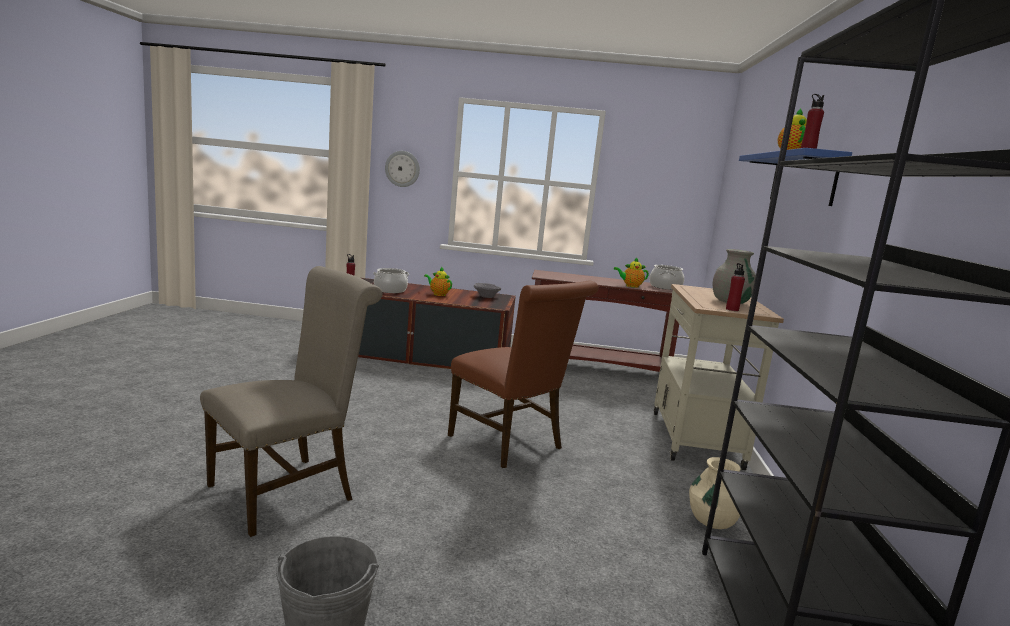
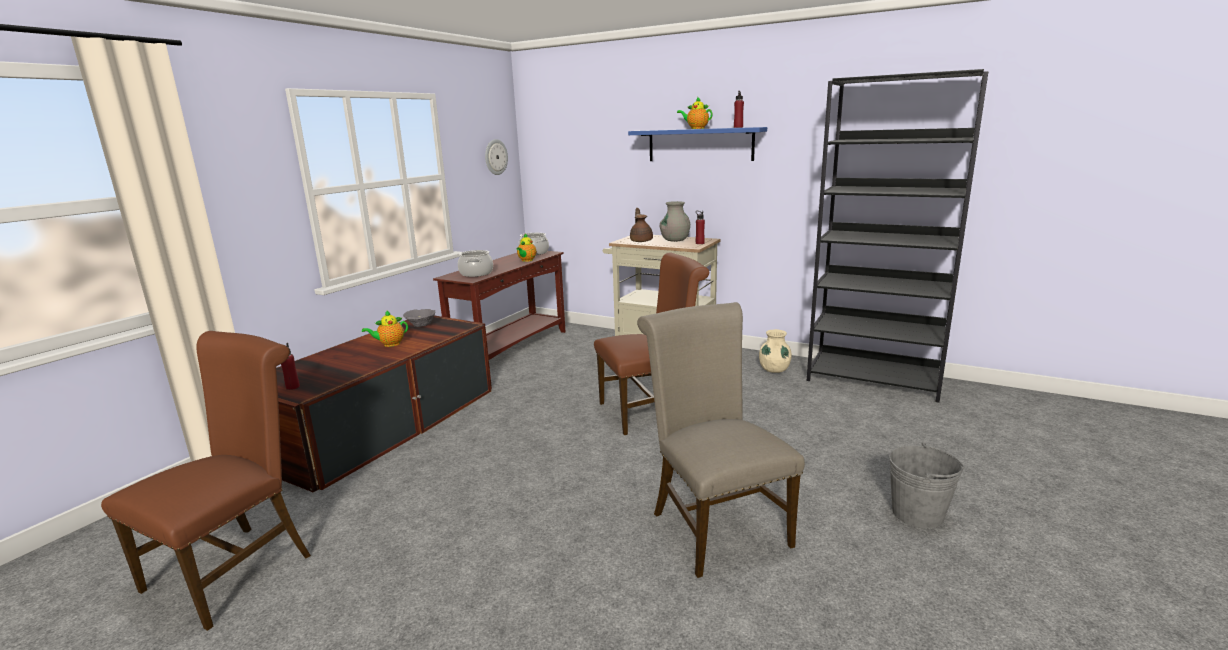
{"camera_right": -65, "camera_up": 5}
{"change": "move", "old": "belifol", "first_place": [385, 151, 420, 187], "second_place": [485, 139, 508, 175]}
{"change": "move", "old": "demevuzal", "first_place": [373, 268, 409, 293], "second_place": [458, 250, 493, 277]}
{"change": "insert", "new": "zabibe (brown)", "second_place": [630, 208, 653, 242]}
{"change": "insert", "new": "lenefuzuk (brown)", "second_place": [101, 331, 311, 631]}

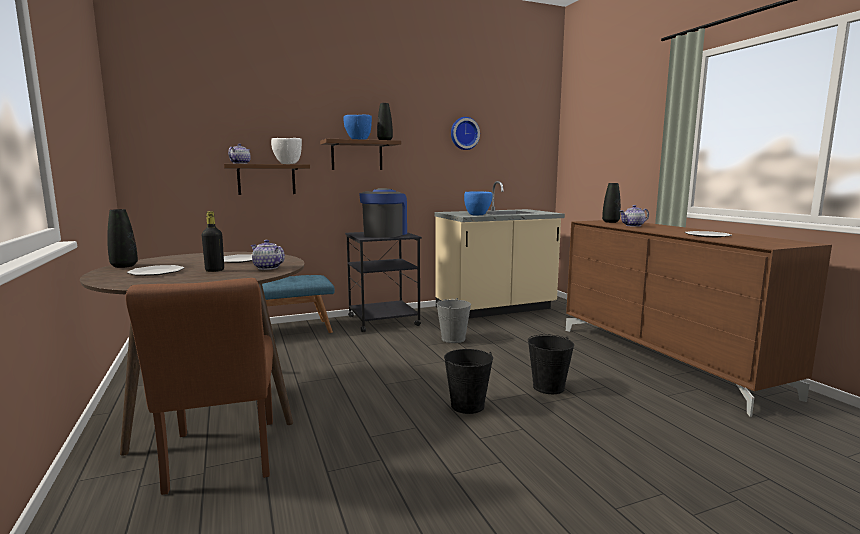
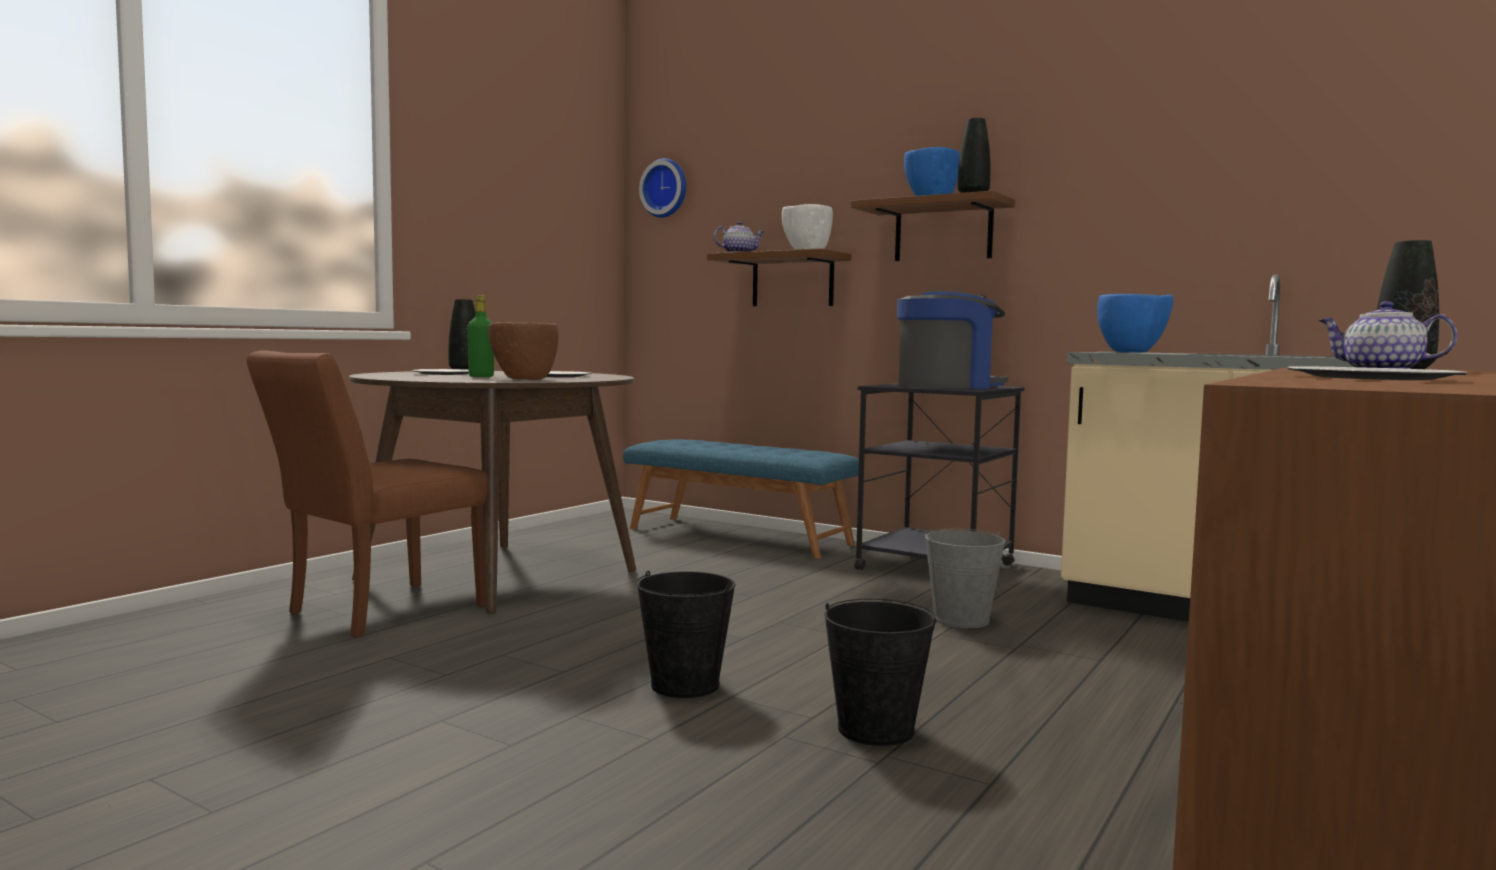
{"camera_right": 55, "camera_up": -5}
{"change": "move", "old": "belifol", "first_place": [451, 117, 480, 150], "second_place": [639, 158, 686, 218]}
{"change": "recolor", "old": "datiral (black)", "new": "datiral (green)", "first_place": [202, 211, 224, 272], "second_place": [467, 295, 494, 377]}
{"change": "replace", "old": "zabibe", "new": "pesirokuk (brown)", "first_place": [251, 239, 285, 270], "second_place": [488, 322, 558, 380]}

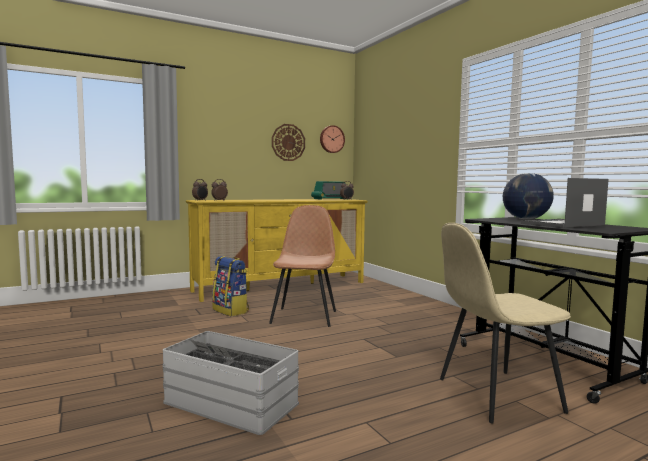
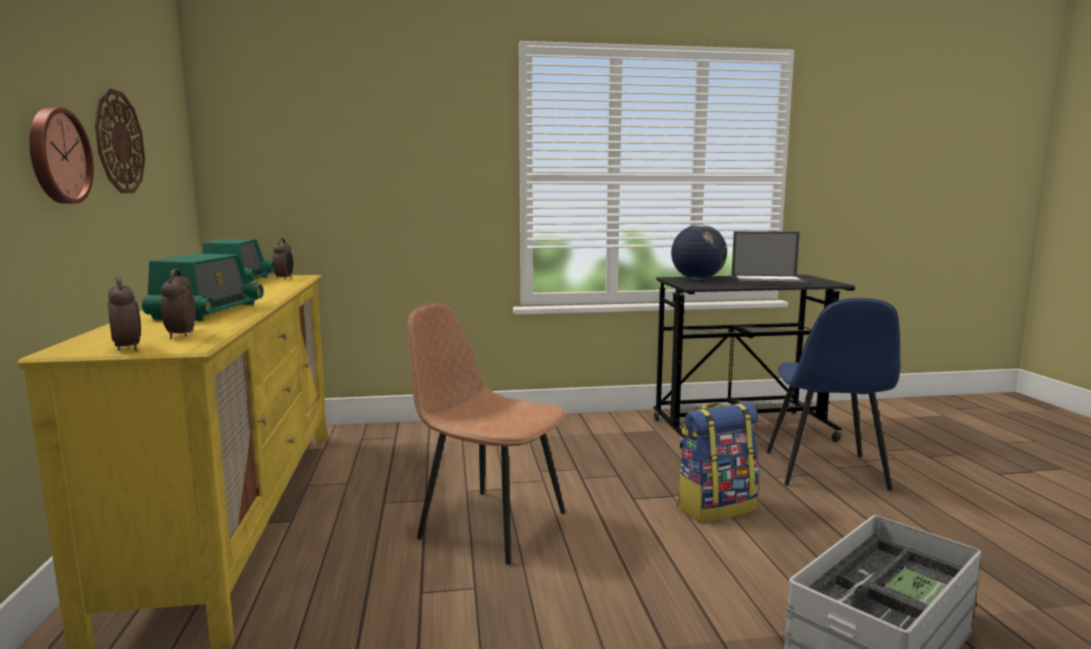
{"camera_right": -70, "camera_up": 5}
{"change": "move", "old": "belifol", "first_place": [320, 125, 345, 153], "second_place": [29, 108, 94, 204]}
{"change": "rotate", "old": "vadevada", "first_place": [521, 178, 609, 228], "second_place": [731, 231, 808, 286], "degrees": -75}
{"change": "recolor", "old": "lenefuzuk (beige)", "new": "lenefuzuk (blue)", "first_place": [440, 223, 571, 423], "second_place": [767, 298, 900, 491]}
{"change": "move", "old": "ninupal", "first_place": [212, 256, 249, 317], "second_place": [677, 403, 759, 523]}
{"change": "insert", "new": "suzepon", "second_place": [142, 254, 264, 321]}

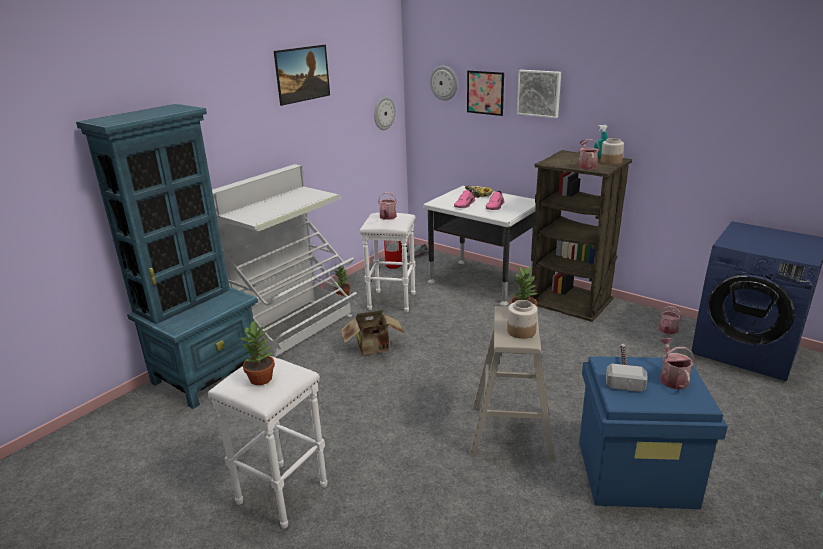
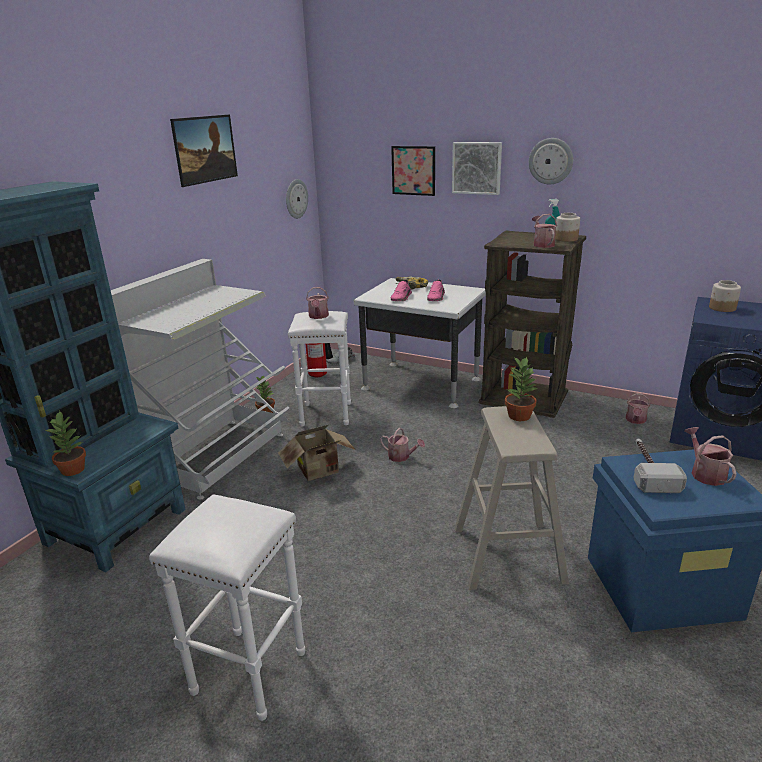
{"camera_right": -10, "camera_up": 0}
{"change": "move", "old": "belifol", "first_place": [430, 65, 458, 101], "second_place": [529, 138, 573, 184]}
{"change": "move", "old": "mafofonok", "first_place": [507, 300, 538, 339], "second_place": [709, 280, 741, 312]}
{"change": "move", "old": "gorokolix", "first_place": [240, 320, 275, 385], "second_place": [46, 411, 86, 476]}
{"change": "insert", "new": "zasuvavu", "second_place": [380, 428, 425, 462]}

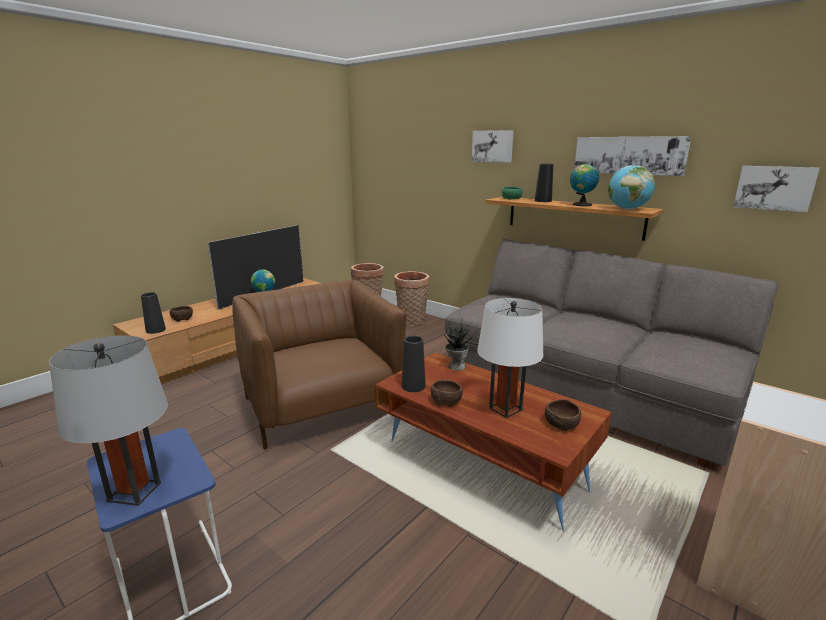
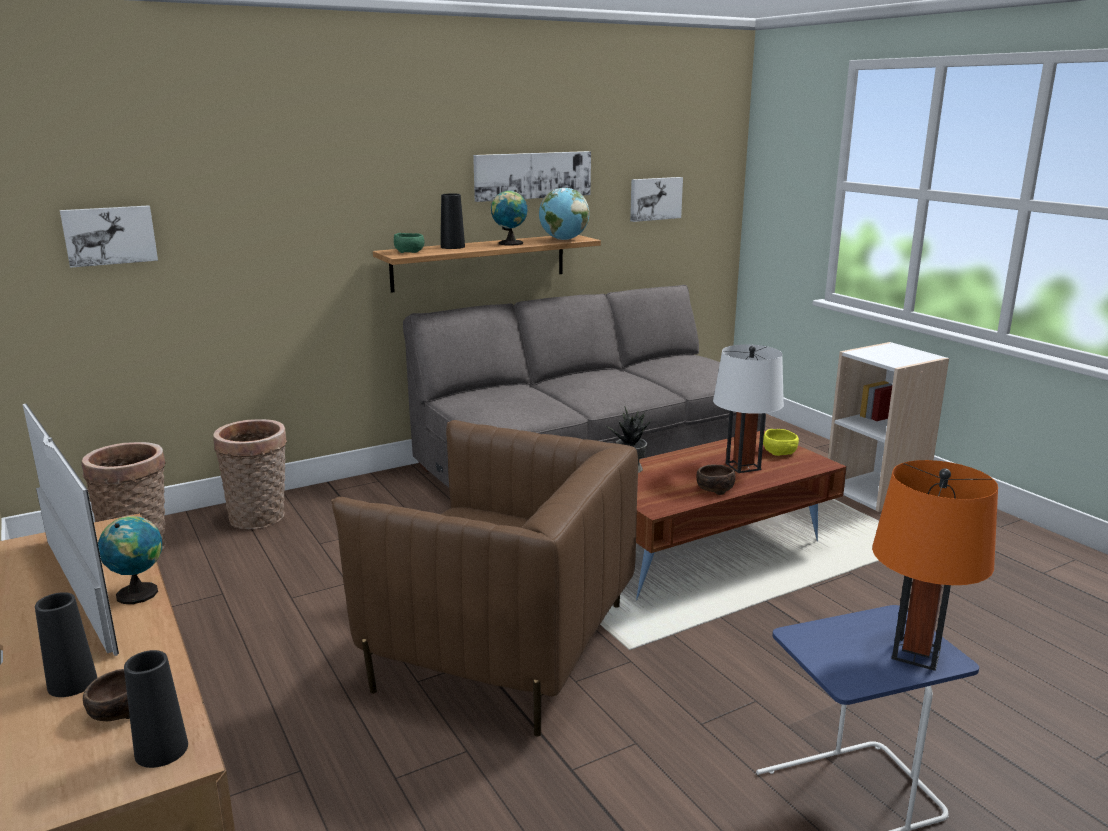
{"camera_right": -70, "camera_up": 0}
{"change": "move", "old": "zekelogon", "first_place": [472, 130, 514, 163], "second_place": [60, 205, 158, 268]}
{"change": "rotate", "old": "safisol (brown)", "first_place": [232, 280, 406, 450], "second_place": [331, 420, 638, 736], "degrees": -150}
{"change": "recolor", "old": "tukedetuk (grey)", "new": "tukedetuk (orange)", "first_place": [49, 335, 168, 506], "second_place": [872, 460, 998, 671]}
{"change": "move", "old": "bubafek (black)", "first_place": [401, 336, 426, 392], "second_place": [35, 592, 97, 697]}
{"change": "recolor", "old": "pesirokuk (brown)", "new": "pesirokuk (yellow)", "first_place": [545, 399, 581, 431], "second_place": [763, 429, 799, 456]}

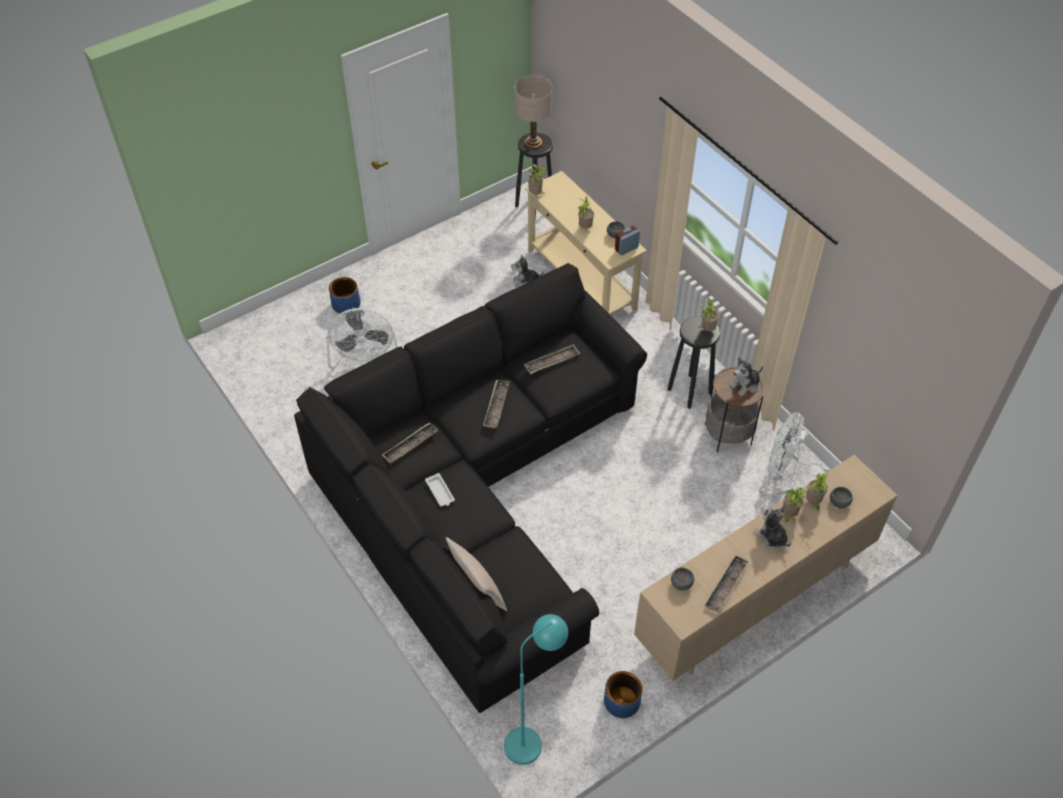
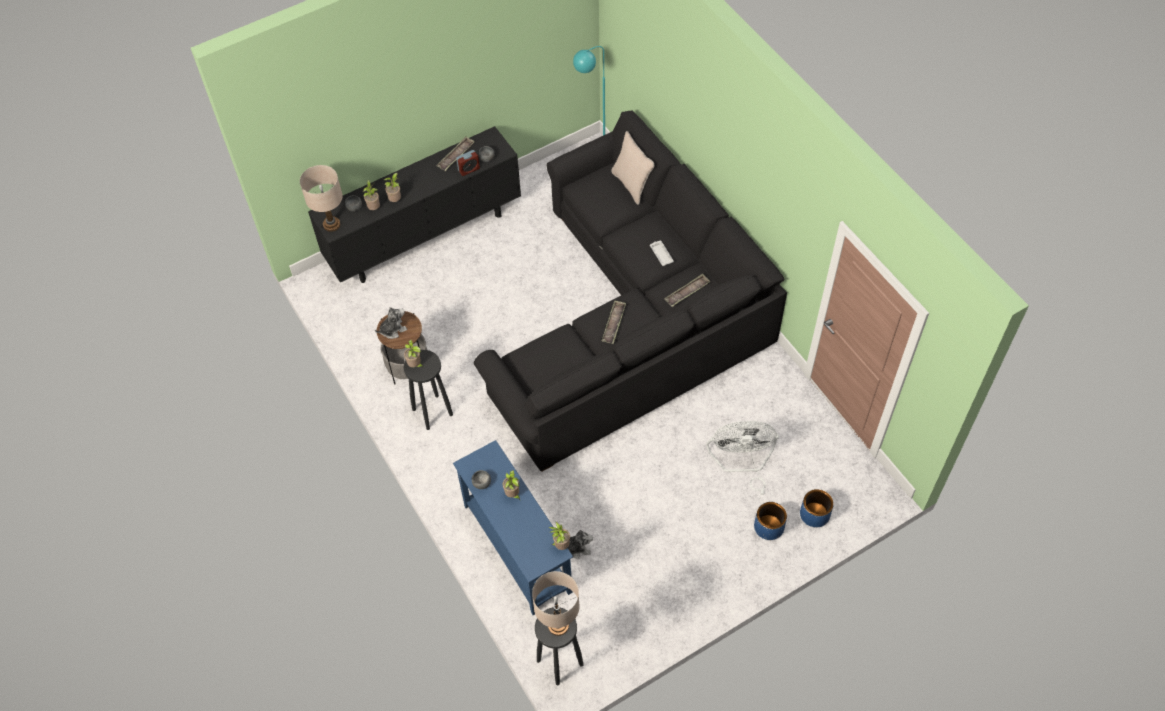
{"camera_right": -175, "camera_up": 5}
{"change": "recolor", "old": "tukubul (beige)", "new": "tukubul (blue)", "first_place": [525, 171, 647, 315], "second_place": [453, 440, 573, 615]}
{"change": "move", "old": "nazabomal", "first_place": [615, 226, 640, 255], "second_place": [456, 150, 480, 176]}
{"change": "delete", "old": "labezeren", "first_place": [524, 344, 580, 374]}
{"change": "delete", "old": "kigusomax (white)", "first_place": [759, 412, 829, 497]}
{"change": "recolor", "old": "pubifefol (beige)", "new": "pubifefol (black)", "first_place": [634, 455, 898, 681], "second_place": [308, 126, 521, 283]}
{"change": "delete", "old": "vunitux", "first_place": [753, 506, 791, 550]}
{"change": "move", "old": "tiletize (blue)", "first_place": [604, 671, 642, 718], "second_place": [800, 489, 834, 527]}
{"change": "insert", "new": "tukedetuk (beige)", "second_place": [300, 165, 343, 232]}

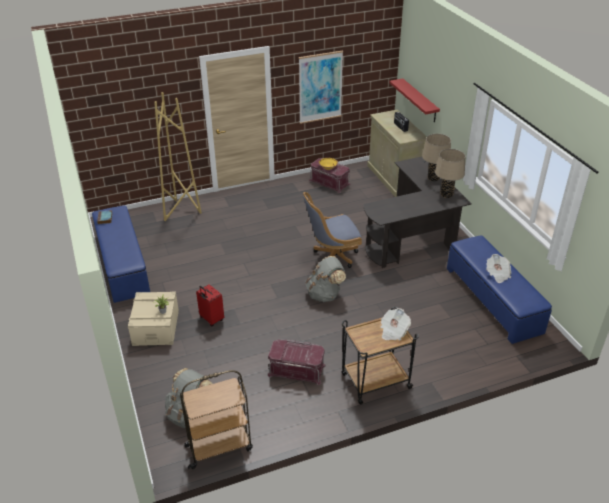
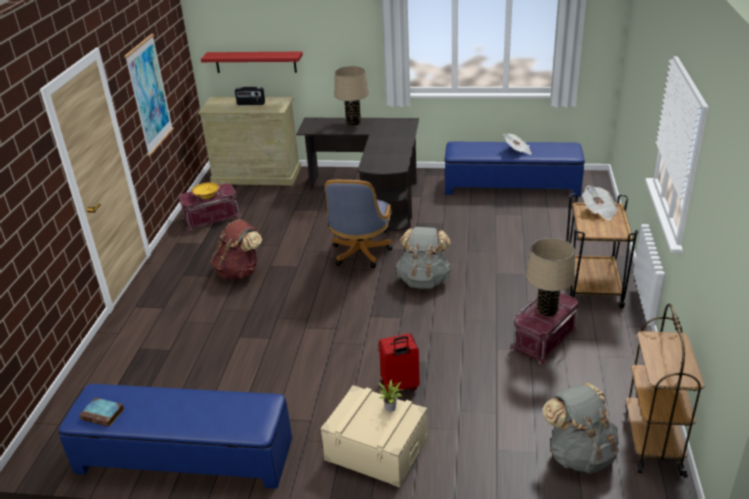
{"camera_right": -60, "camera_up": -5}
{"change": "delete", "old": "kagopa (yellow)", "first_place": [154, 92, 202, 221]}
{"change": "move", "old": "tukedetuk (beige)", "first_place": [435, 149, 465, 198], "second_place": [526, 238, 575, 317]}
{"change": "insert", "new": "ninupal (brown)", "second_place": [210, 219, 262, 279]}

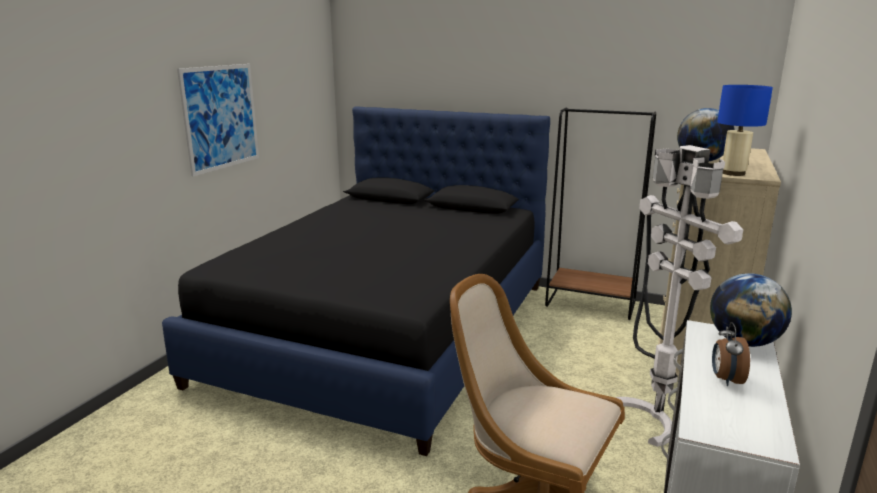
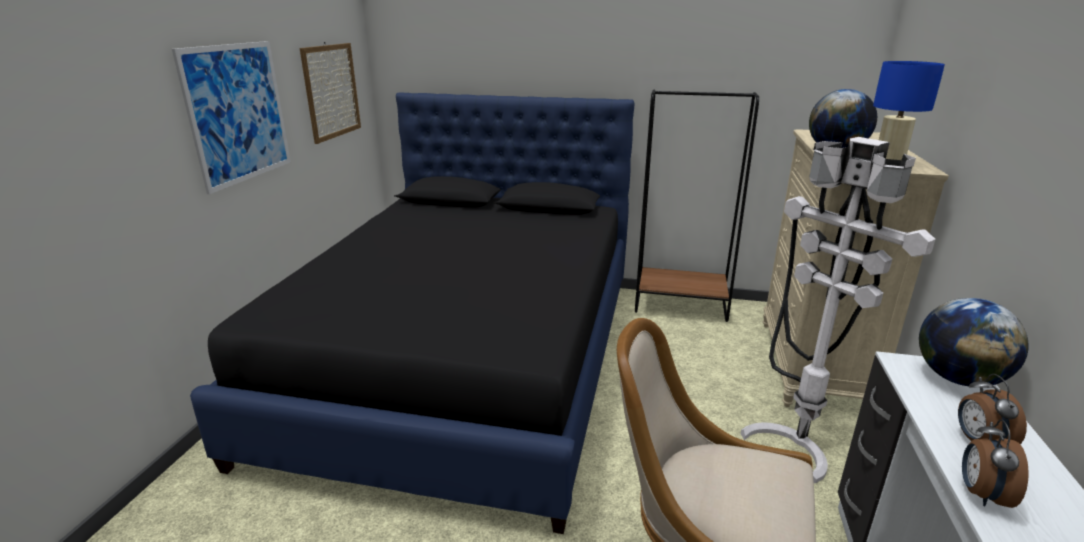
{"camera_right": -10, "camera_up": 5}
{"change": "insert", "new": "zekelogon", "second_place": [300, 42, 361, 144]}
{"change": "insert", "new": "nazabomal", "second_place": [962, 419, 1029, 508]}

